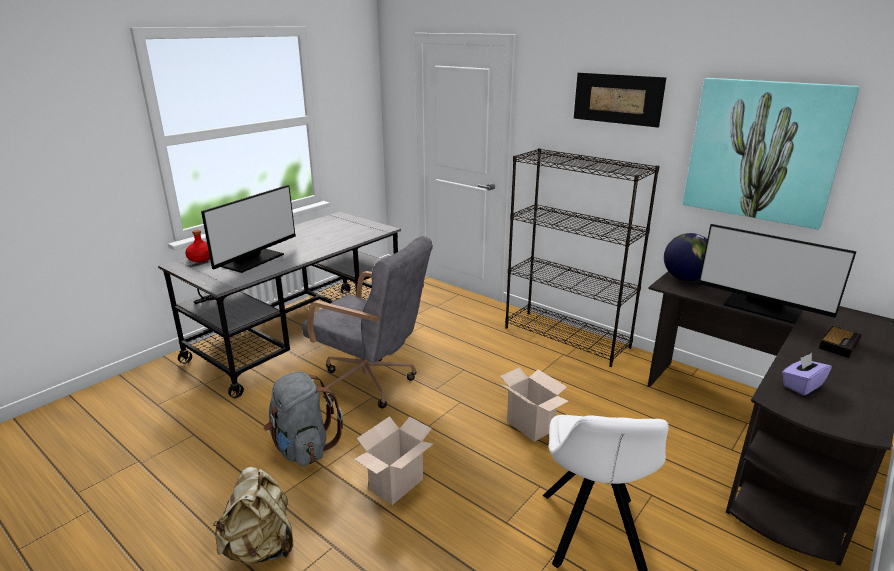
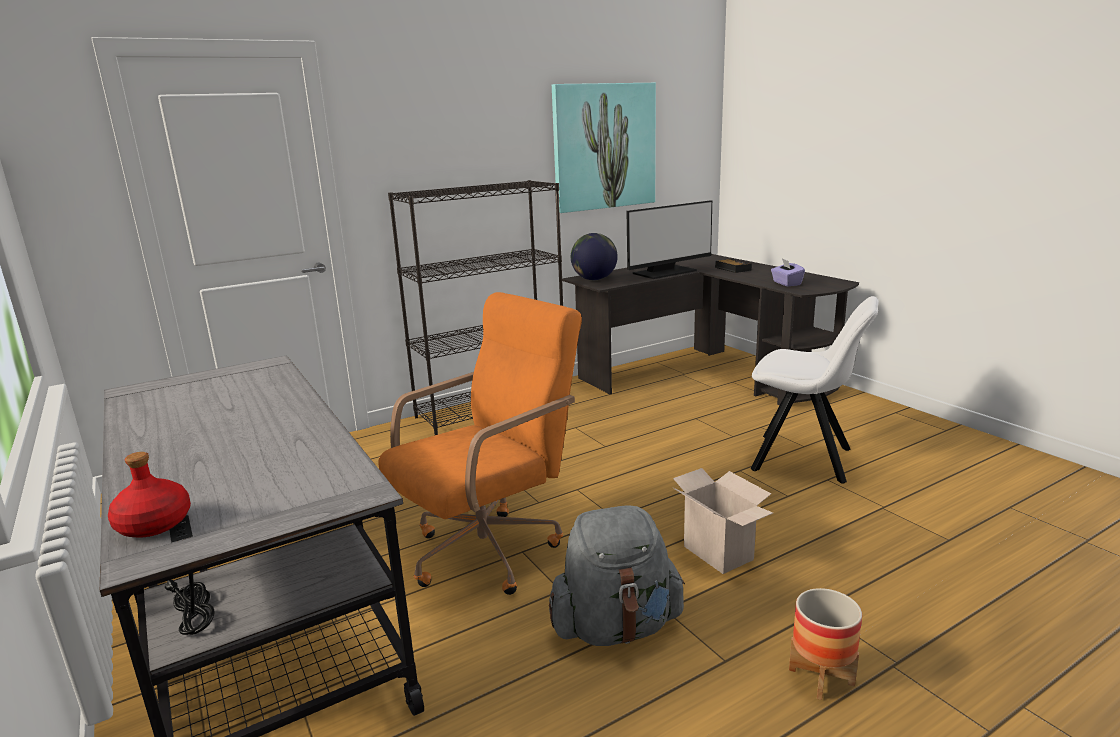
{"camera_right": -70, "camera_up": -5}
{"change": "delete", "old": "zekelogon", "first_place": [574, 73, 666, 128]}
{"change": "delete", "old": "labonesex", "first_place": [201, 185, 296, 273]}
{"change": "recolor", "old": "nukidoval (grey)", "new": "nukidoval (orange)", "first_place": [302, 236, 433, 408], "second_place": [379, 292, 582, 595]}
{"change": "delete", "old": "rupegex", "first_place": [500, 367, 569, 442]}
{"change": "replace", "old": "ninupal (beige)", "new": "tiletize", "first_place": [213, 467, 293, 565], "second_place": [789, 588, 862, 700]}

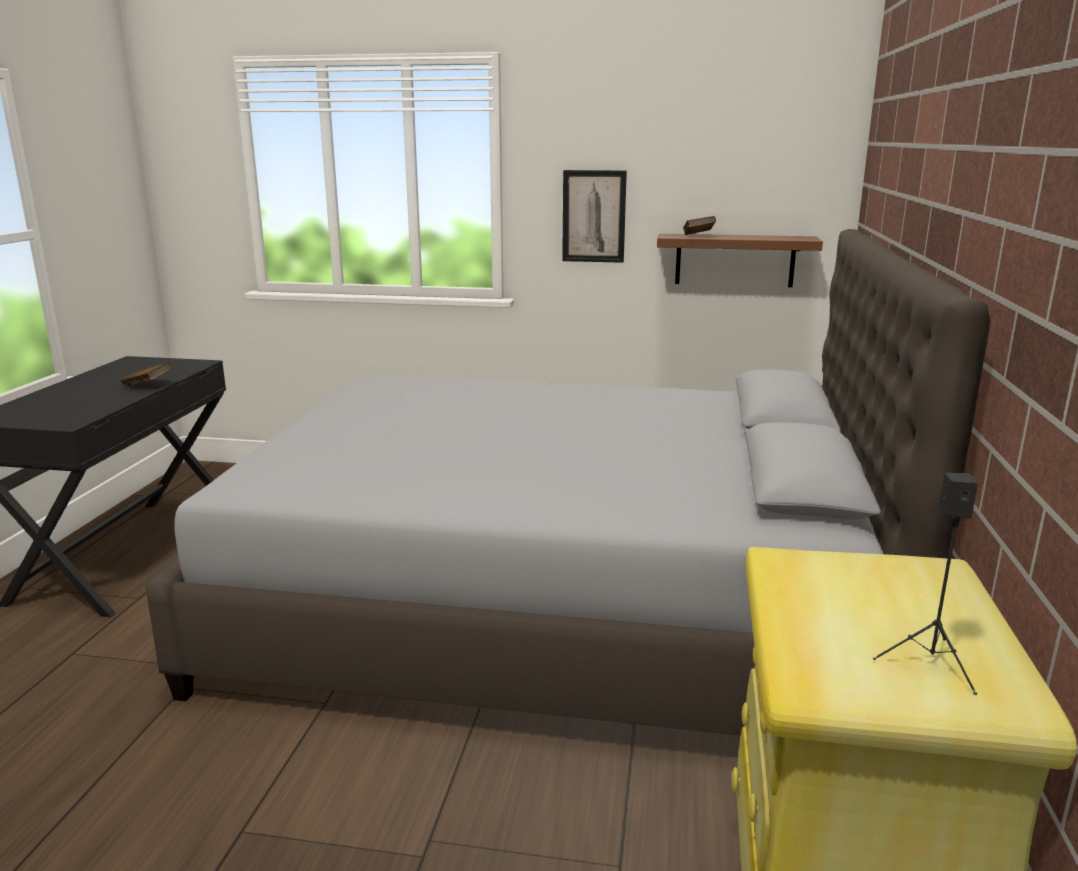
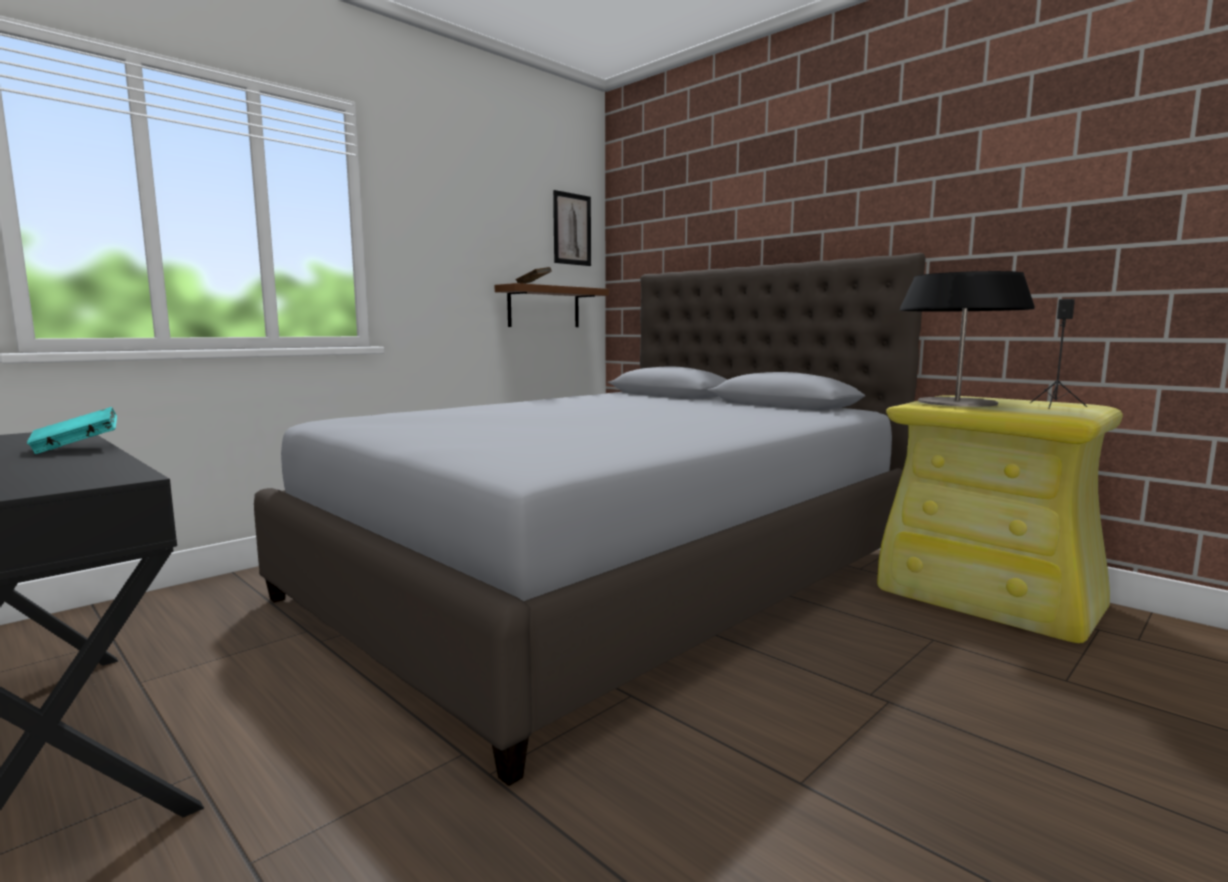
{"camera_right": -55, "camera_up": -10}
{"change": "move", "old": "zekelogon", "first_place": [562, 170, 627, 263], "second_place": [553, 190, 591, 266]}
{"change": "recolor", "old": "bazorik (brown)", "new": "bazorik (turquoise)", "first_place": [120, 363, 172, 387], "second_place": [27, 407, 117, 454]}
{"change": "insert", "new": "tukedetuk", "second_place": [900, 271, 1035, 407]}

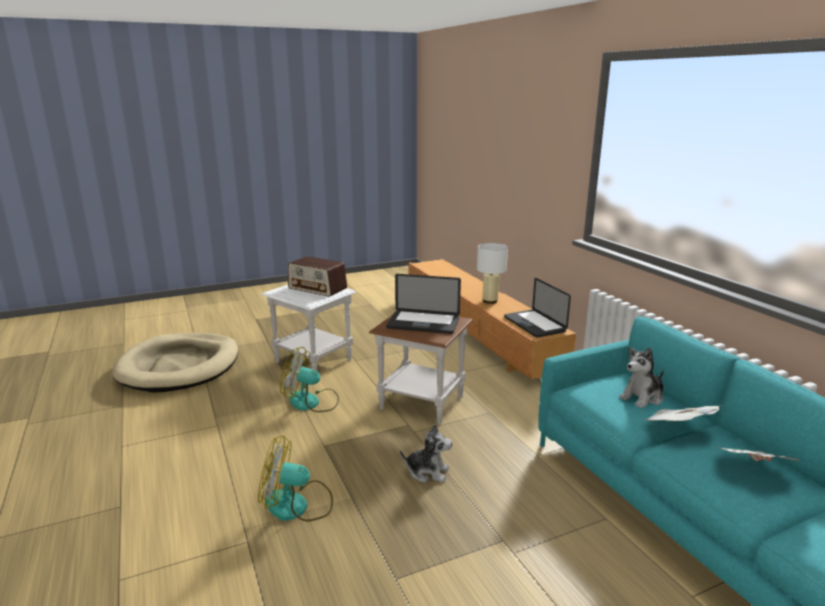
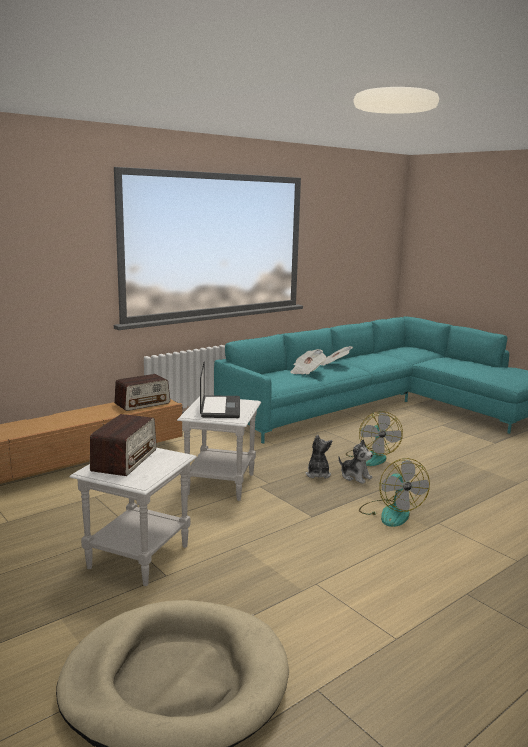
{"camera_right": -105, "camera_up": -5}
{"change": "delete", "old": "tukedetuk (white)", "first_place": [477, 243, 508, 304]}
{"change": "replace", "old": "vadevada", "new": "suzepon", "first_place": [504, 278, 571, 338], "second_place": [114, 374, 170, 411]}
{"change": "recolor", "old": "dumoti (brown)", "new": "dumoti (white)", "first_place": [369, 313, 473, 424], "second_place": [177, 397, 261, 501]}
{"change": "move", "old": "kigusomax", "first_place": [280, 347, 339, 412], "second_place": [346, 411, 403, 466]}
{"change": "move", "old": "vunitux", "first_place": [619, 347, 664, 408], "second_place": [339, 439, 373, 484]}

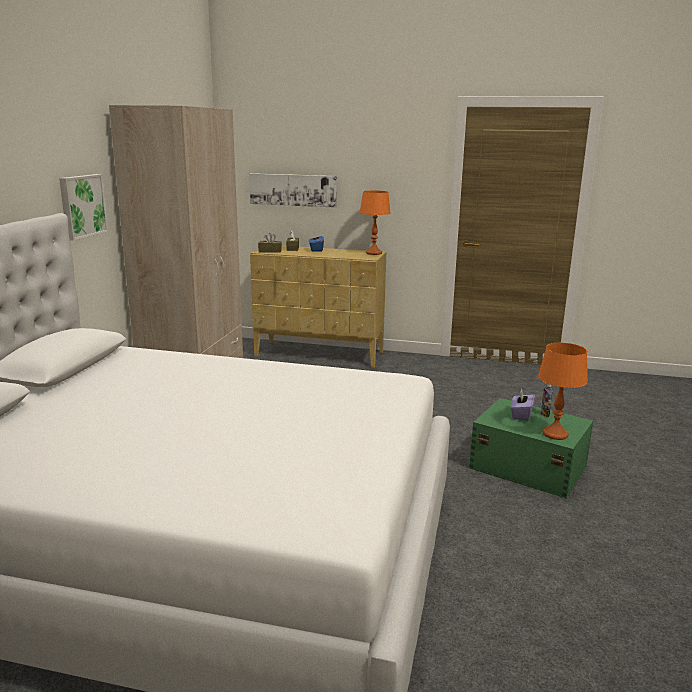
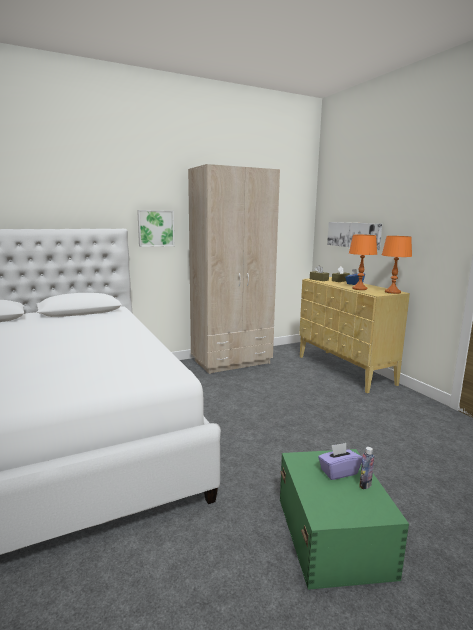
{"camera_right": 50, "camera_up": -5}
{"change": "move", "old": "tukedetuk (orange)", "first_place": [538, 343, 588, 440], "second_place": [349, 235, 377, 290]}

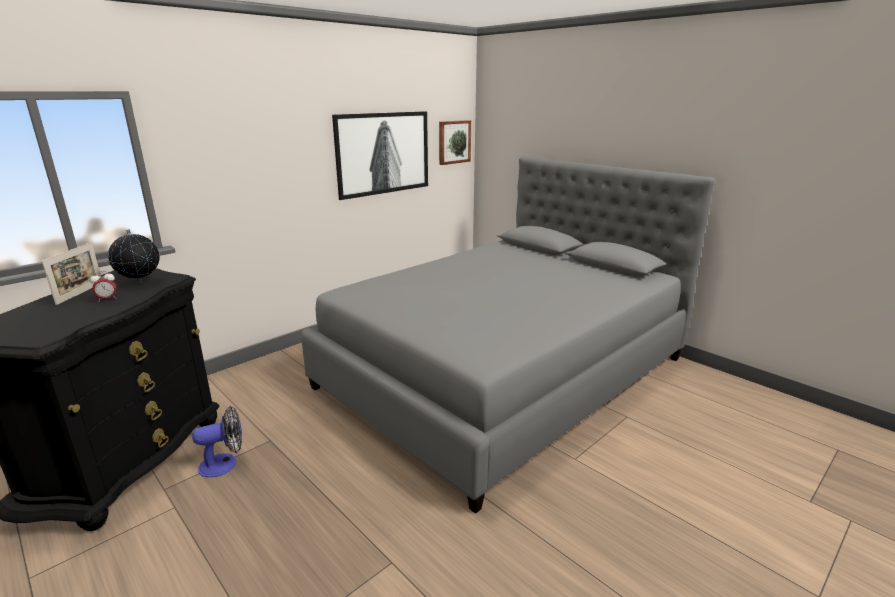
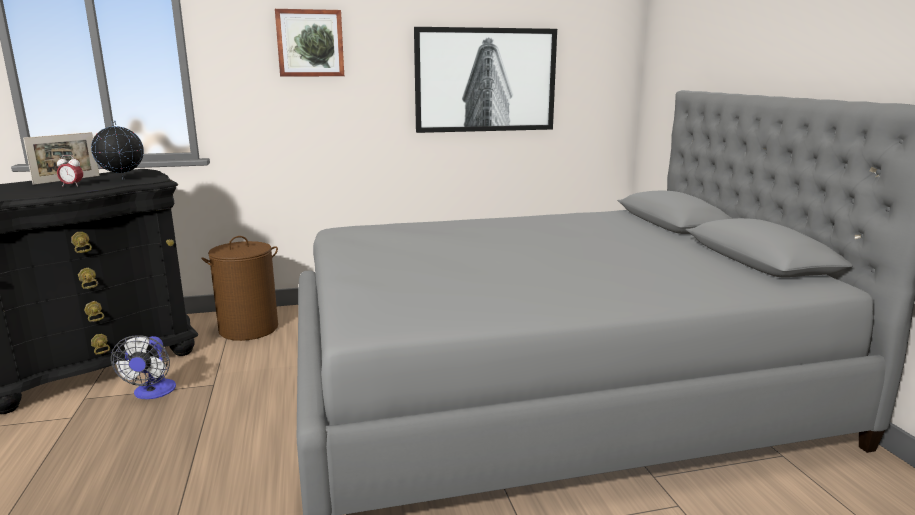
{"camera_right": 30, "camera_up": -5}
{"change": "move", "old": "zekelogon", "first_place": [439, 120, 471, 165], "second_place": [275, 9, 344, 77]}
{"change": "rotate", "old": "kigusomax", "first_place": [192, 406, 242, 477], "second_place": [111, 335, 176, 399], "degrees": 75}
{"change": "insert", "new": "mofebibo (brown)", "second_place": [201, 236, 278, 341]}

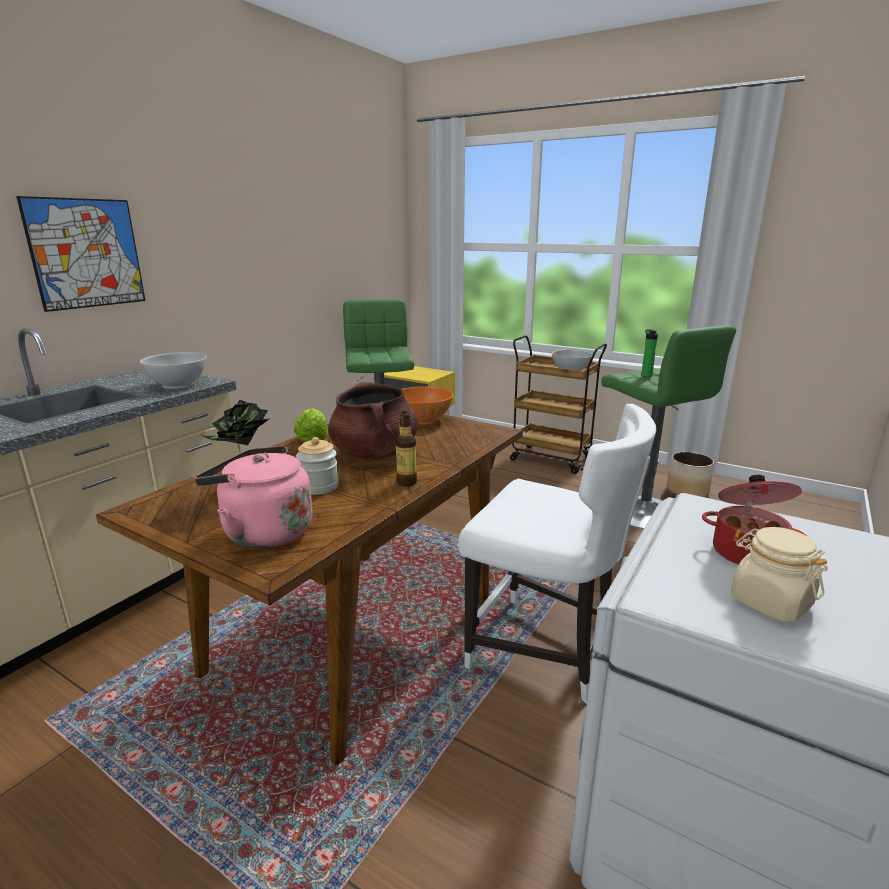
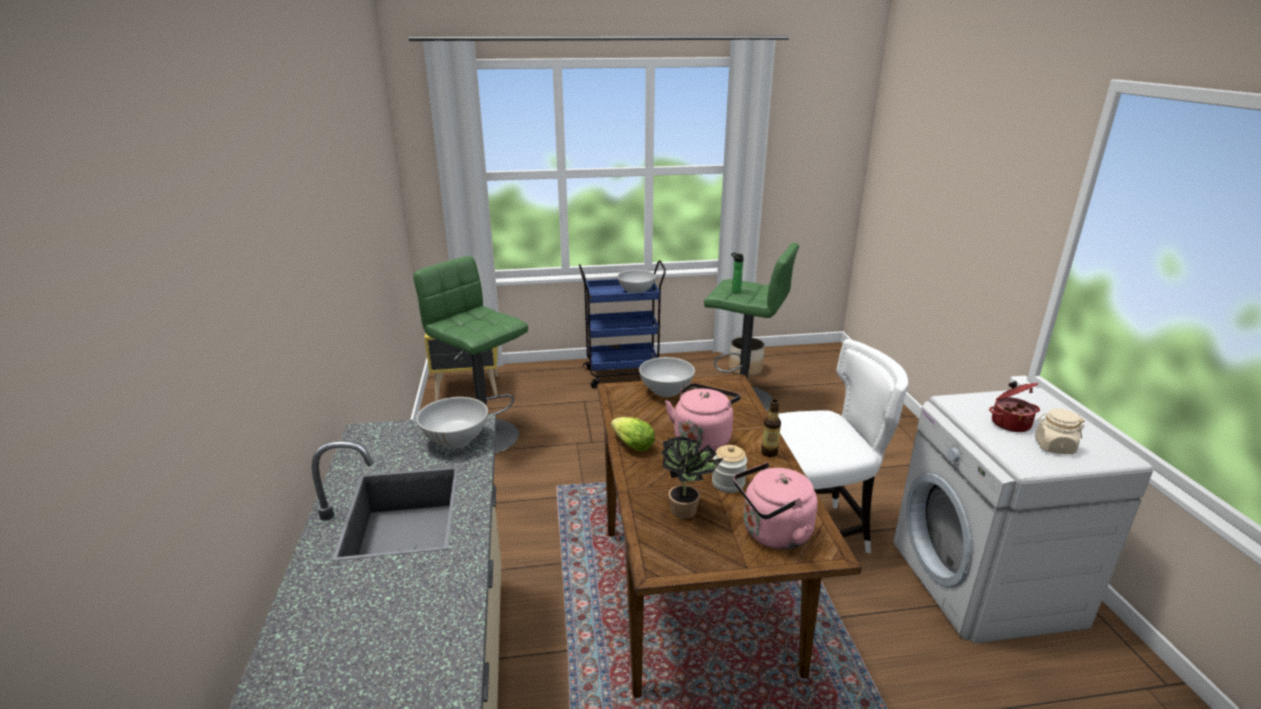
{"camera_right": -40, "camera_up": 5}
{"change": "delete", "old": "zekelogon", "first_place": [16, 196, 146, 312]}
{"change": "recolor", "old": "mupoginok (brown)", "new": "mupoginok (blue)", "first_place": [510, 335, 607, 474], "second_place": [579, 260, 666, 388]}
{"change": "replace", "old": "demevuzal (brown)", "new": "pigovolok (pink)", "first_place": [328, 382, 418, 461], "second_place": [665, 383, 741, 452]}
{"change": "recolor", "old": "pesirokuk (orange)", "new": "pesirokuk (white)", "first_place": [402, 386, 453, 424], "second_place": [639, 357, 695, 397]}

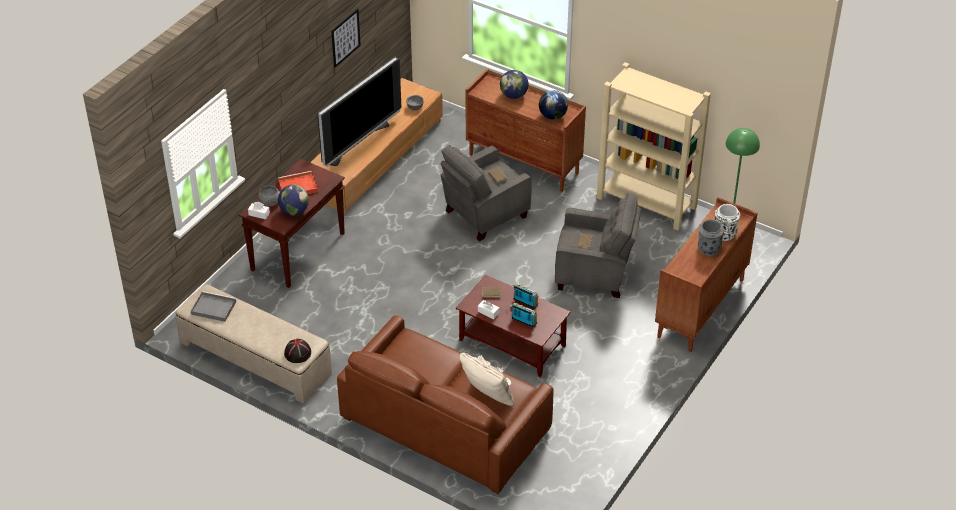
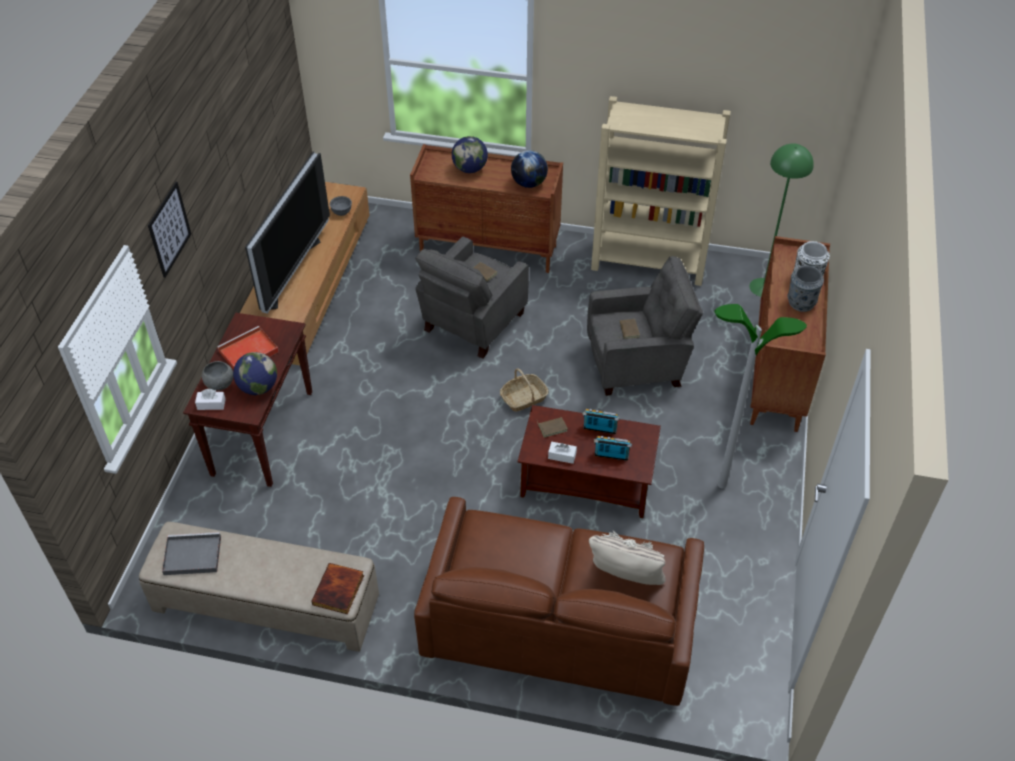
{"camera_right": -20, "camera_up": 5}
{"change": "move", "old": "zekelogon", "first_place": [331, 9, 361, 68], "second_place": [148, 182, 191, 278]}
{"change": "replace", "old": "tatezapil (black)", "new": "bazorik", "first_place": [284, 339, 311, 363], "second_place": [312, 563, 364, 614]}
{"change": "insert", "new": "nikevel", "second_place": [714, 304, 807, 489]}
{"change": "insert", "new": "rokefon", "second_place": [500, 369, 549, 412]}

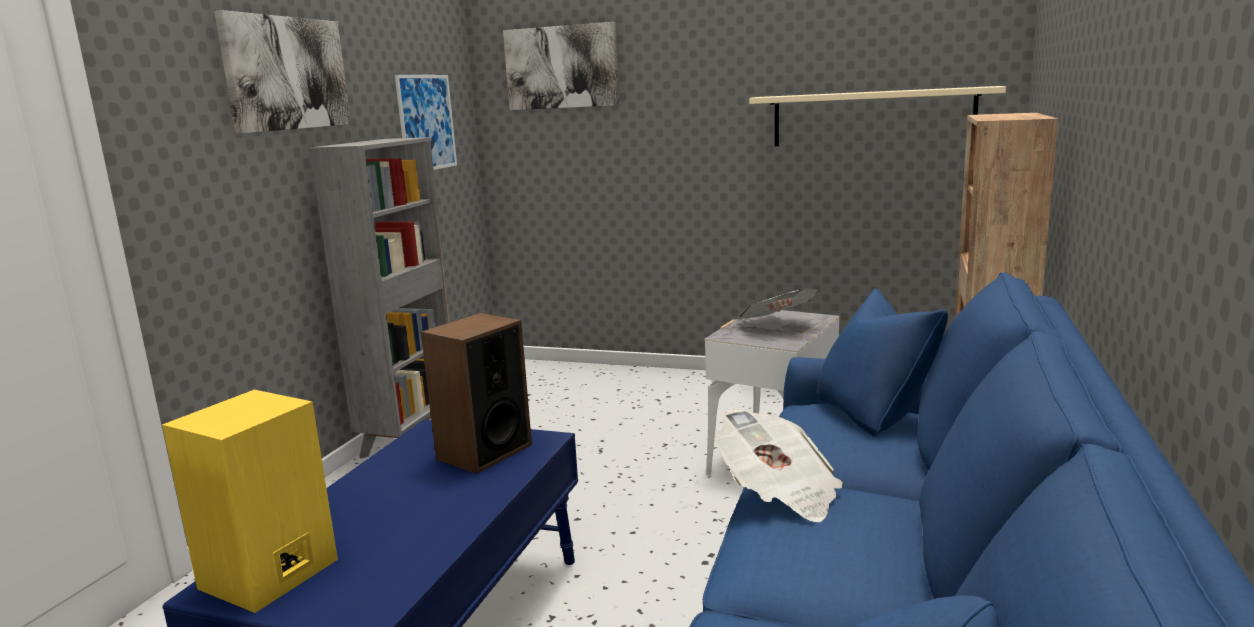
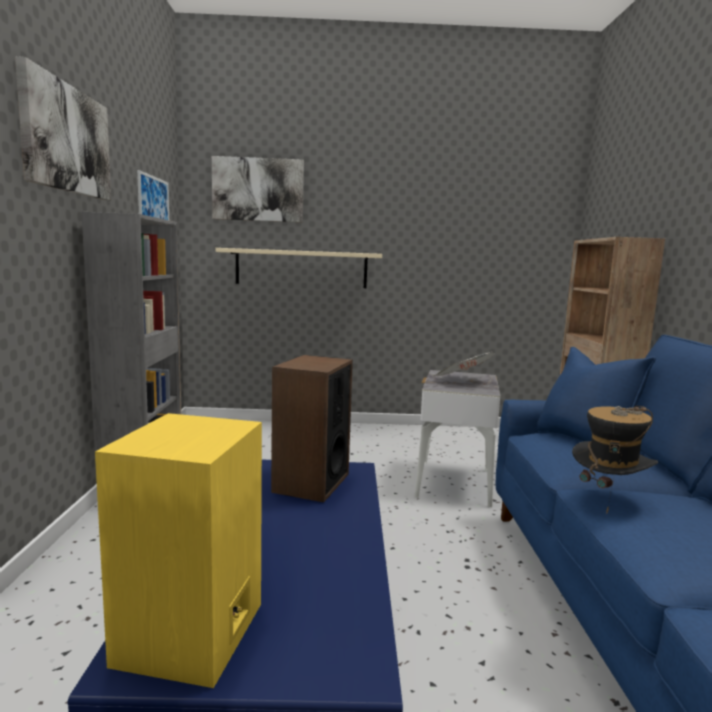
{"camera_right": -20, "camera_up": -5}
{"change": "move", "old": "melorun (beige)", "first_place": [749, 86, 1006, 146], "second_place": [215, 248, 382, 288]}
{"change": "replace", "old": "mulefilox", "new": "tatezapil", "first_place": [715, 409, 843, 522], "second_place": [572, 406, 658, 515]}

